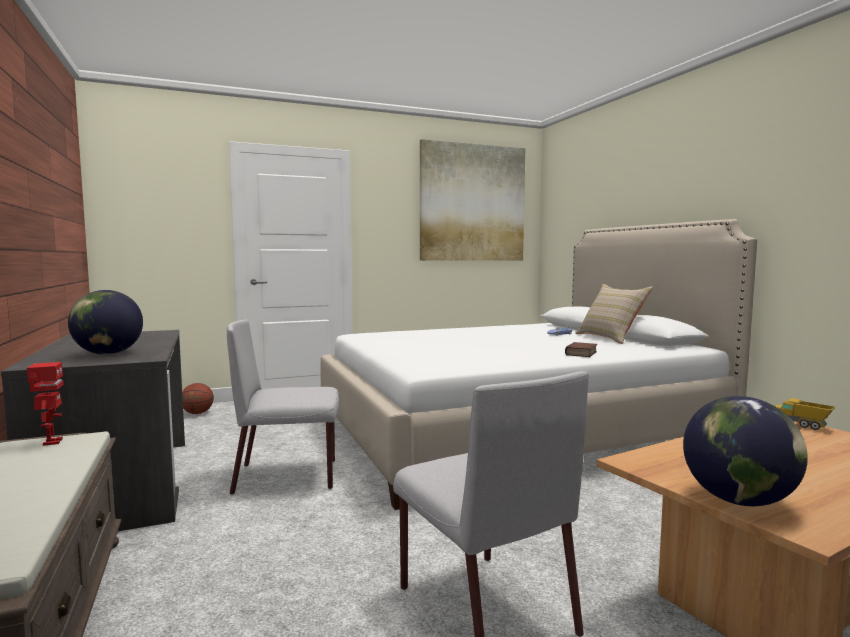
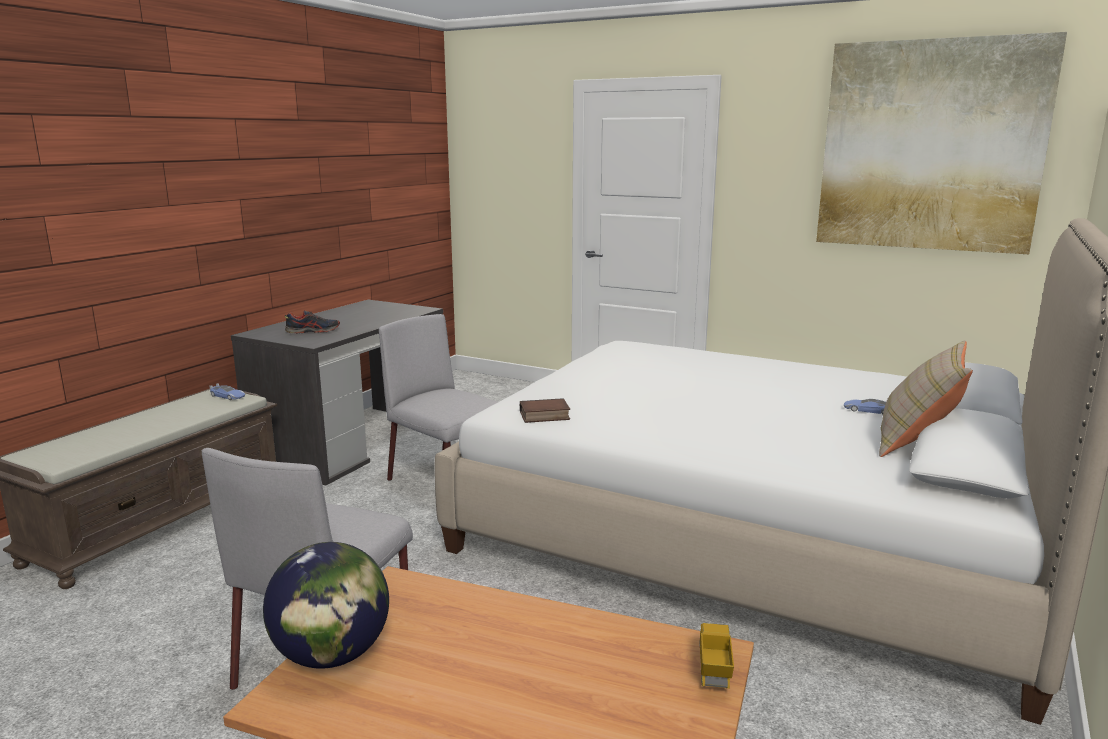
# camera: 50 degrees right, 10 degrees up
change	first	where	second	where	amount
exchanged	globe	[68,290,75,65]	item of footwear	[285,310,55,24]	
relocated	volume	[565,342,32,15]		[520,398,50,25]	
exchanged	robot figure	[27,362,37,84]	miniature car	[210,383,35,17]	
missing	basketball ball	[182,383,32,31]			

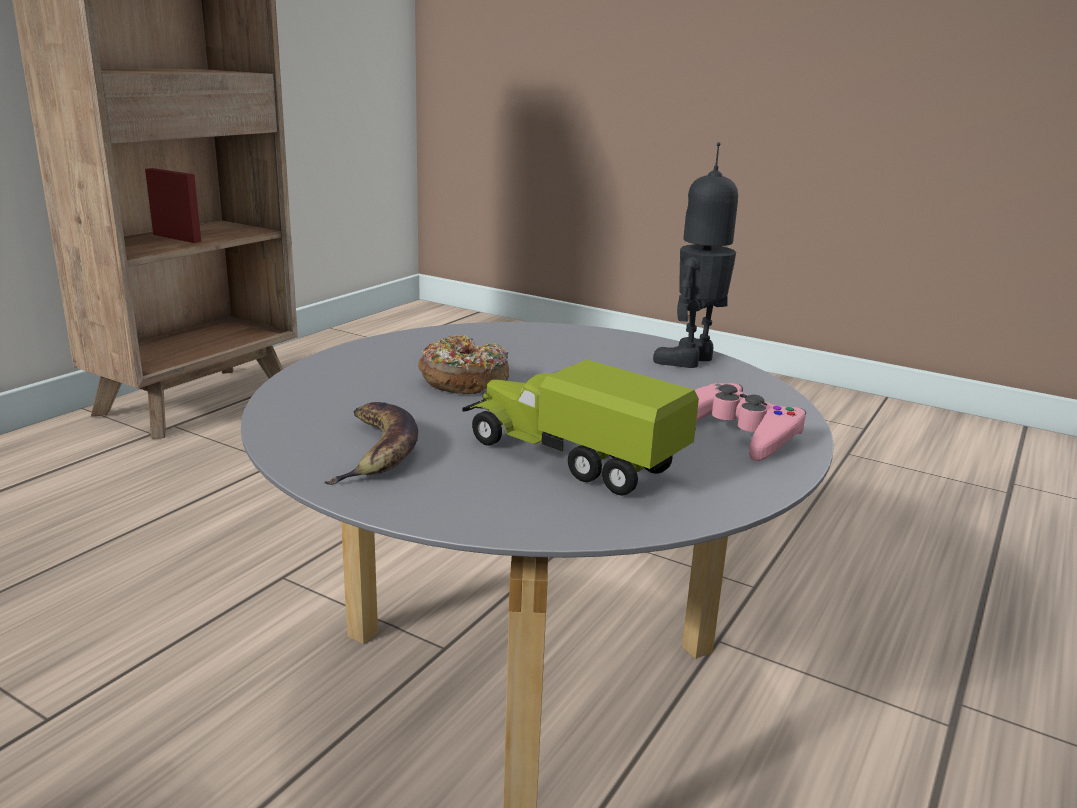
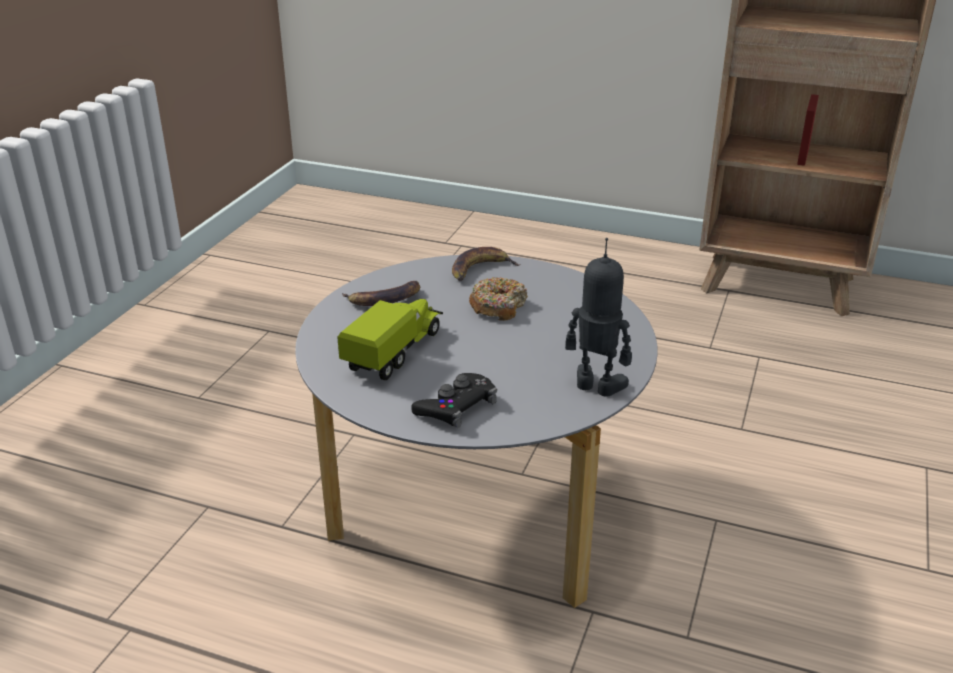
# camera: 80 degrees right, 10 degrees up
change	first	where	second	where	amount
colour	pink-coloured joypad	[695,383,111,78]	black-coloured joypad	[411,373,86,55]	
appeared			banana fruit	[452,247,69,34]	

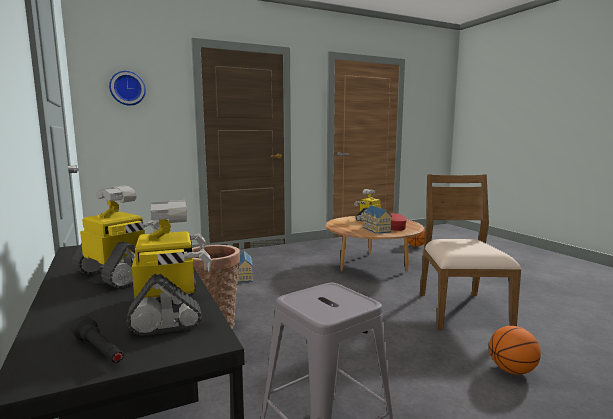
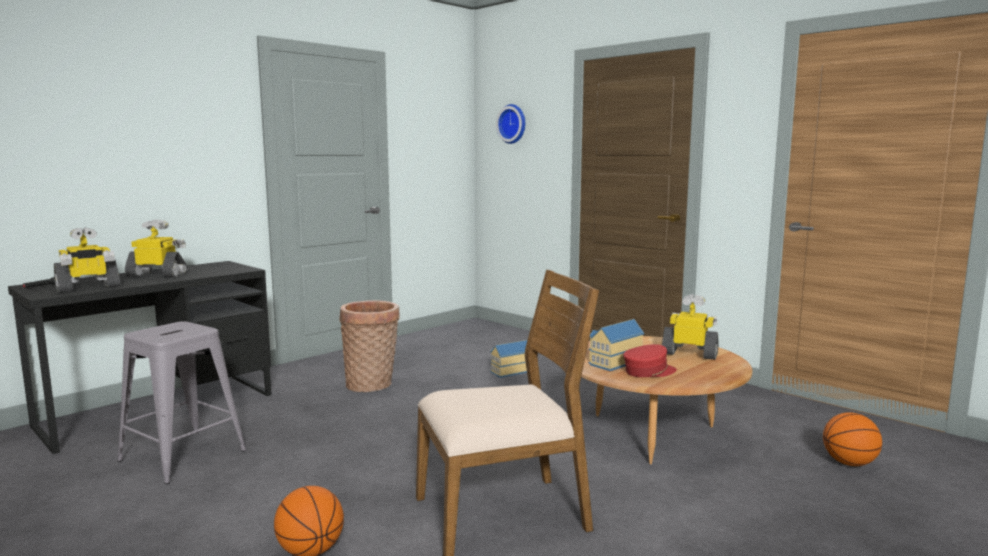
# camera: 70 degrees right, 0 degrees up
change	first	where	second	where	amount
spun	robot figure	[72,185,88,103]		[125,219,63,58]	105 degrees counterclockwise

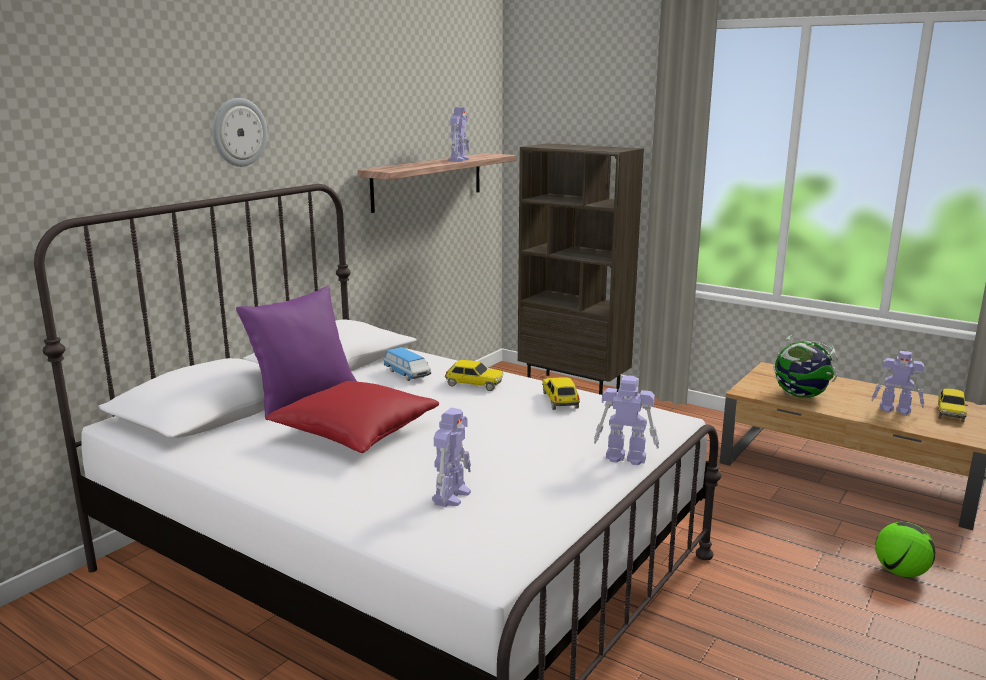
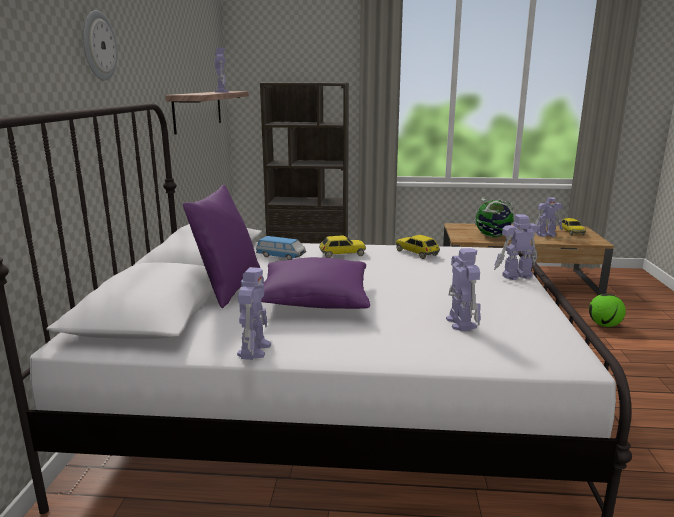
# camera: 30 degrees left, 0 degrees up
change	first	where	second	where	amount
colour	red-coloured throw pillow	[266,381,173,72]	purple-coloured throw pillow	[261,257,109,52]	
appeared			robot figure	[237,267,34,93]	

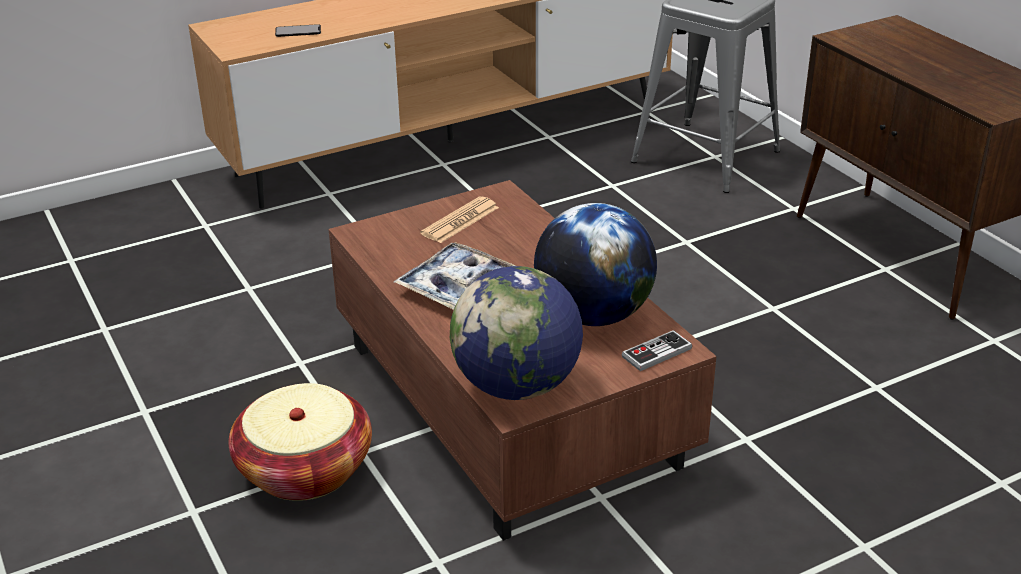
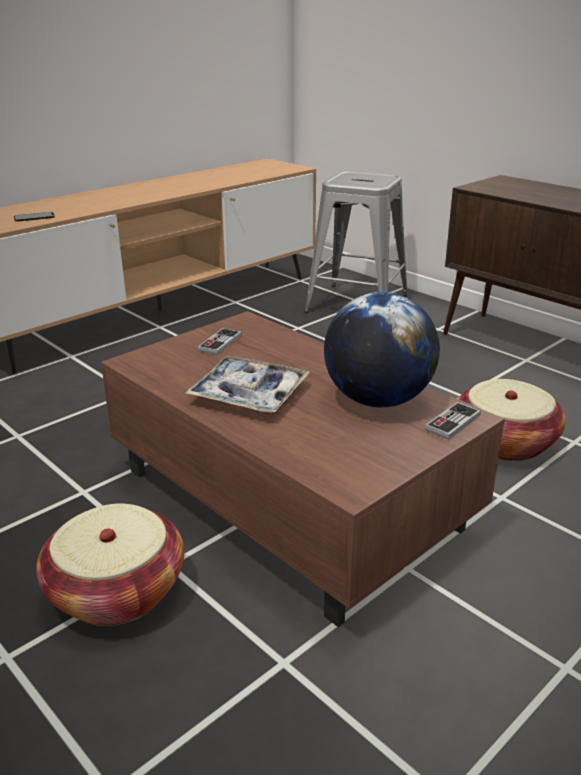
# camera: 15 degrees left, 5 degrees down
change	first	where	second	where	amount
exchanged	newspaper	[420,196,79,47]	joypad	[197,328,45,27]	
missing	globe	[450,266,133,134]			
appeared			storage basket	[458,379,108,82]	

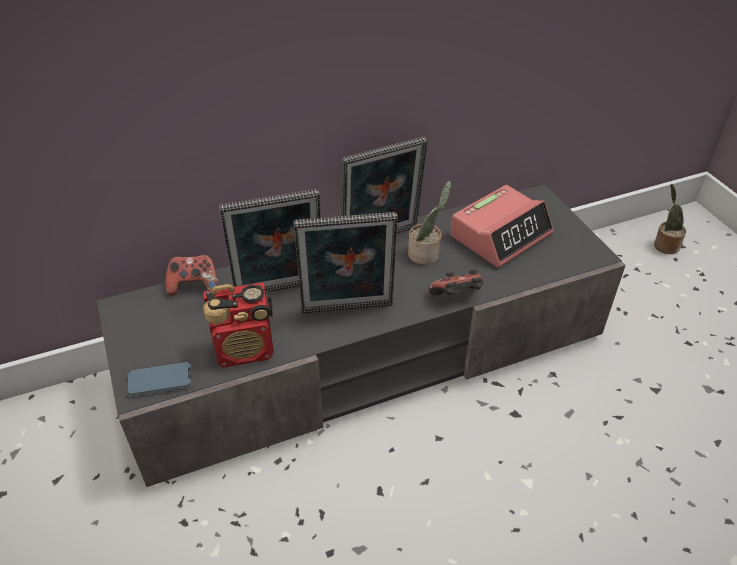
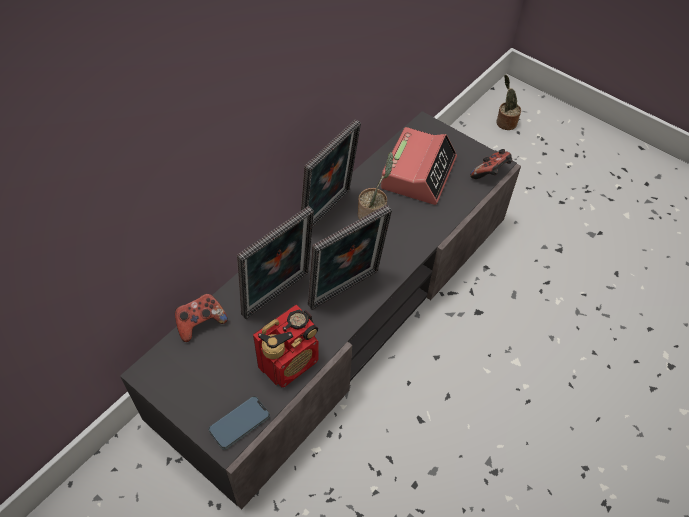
# camera: 30 degrees left, 10 degrees up
change	first	where	second	where	amount
relocated	joypad	[429,270,54,26]		[470,149,43,30]	

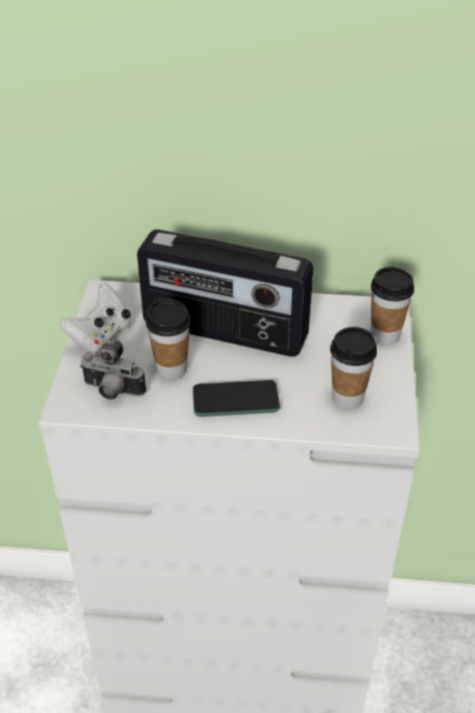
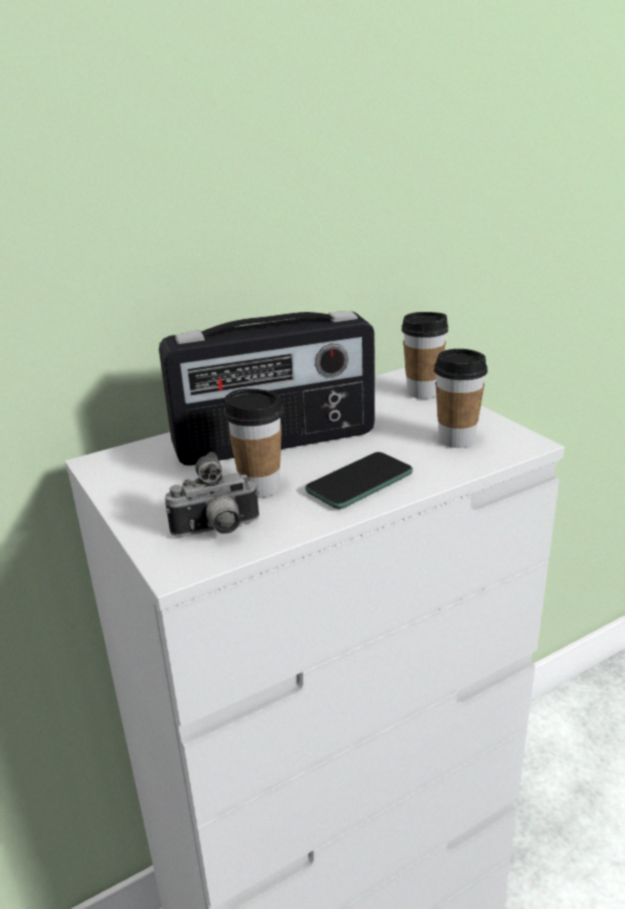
# camera: 35 degrees left, 15 degrees down
change	first	where	second	where	amount
missing	whitish joypad	[60,282,71,72]			

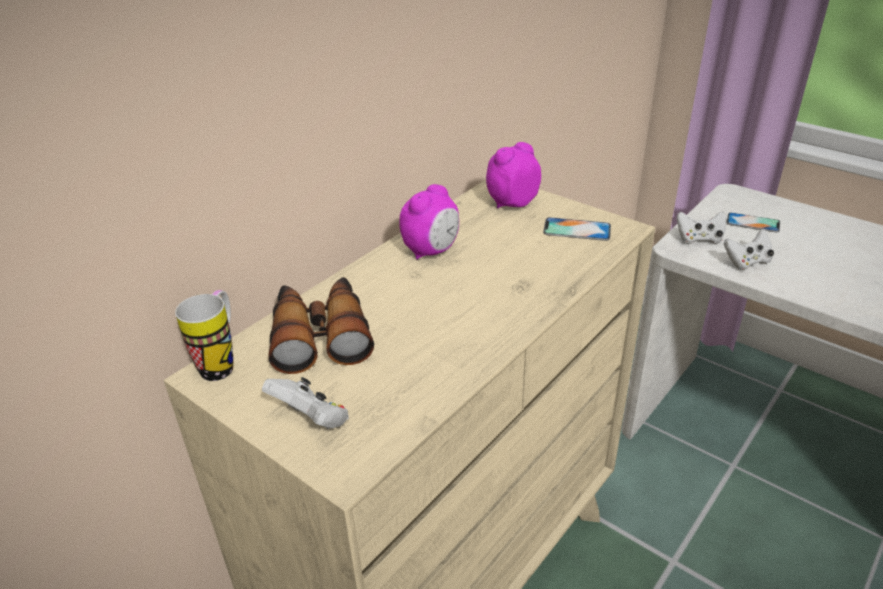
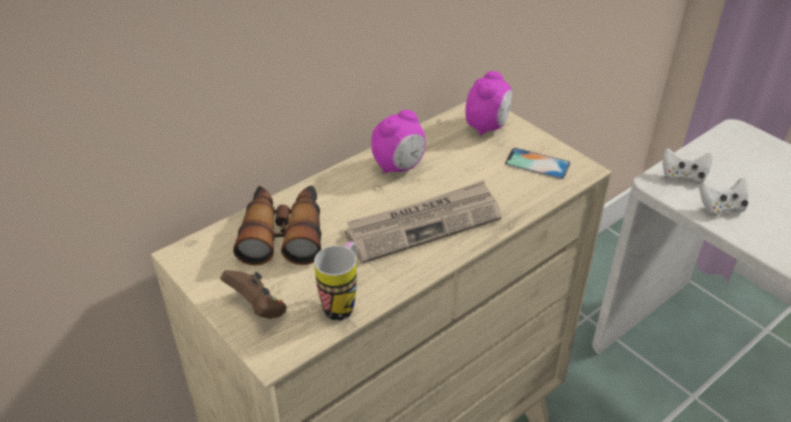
# camera: 10 degrees right, 5 degrees up
change	first	where	second	where	amount
spun	bedside clock	[486,142,55,66]		[465,71,47,65]	135 degrees clockwise
missing	phone	[726,212,54,20]			
relocated	tea mug	[175,290,58,91]		[314,242,43,79]	
colour	whitish joypad	[262,377,87,52]	brownish joypad	[220,270,67,49]	
appeared			newspaper	[344,180,157,84]	

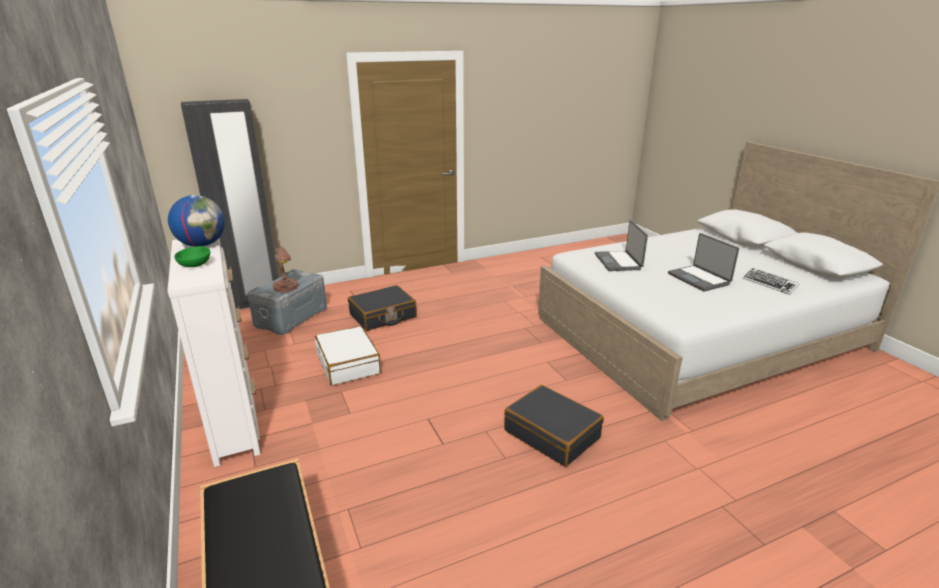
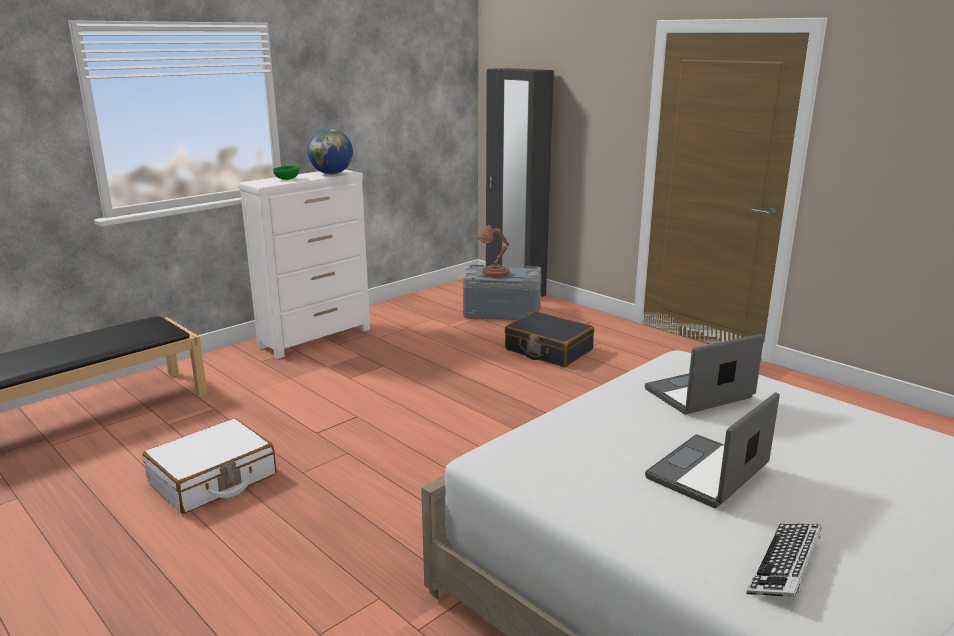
# camera: 70 degrees right, 5 degrees down
change	first	where	second	where	amount
relocated	whitish travel case	[315,326,66,59]		[142,419,135,95]	
missing	black-coloured travel case	[504,385,100,82]			

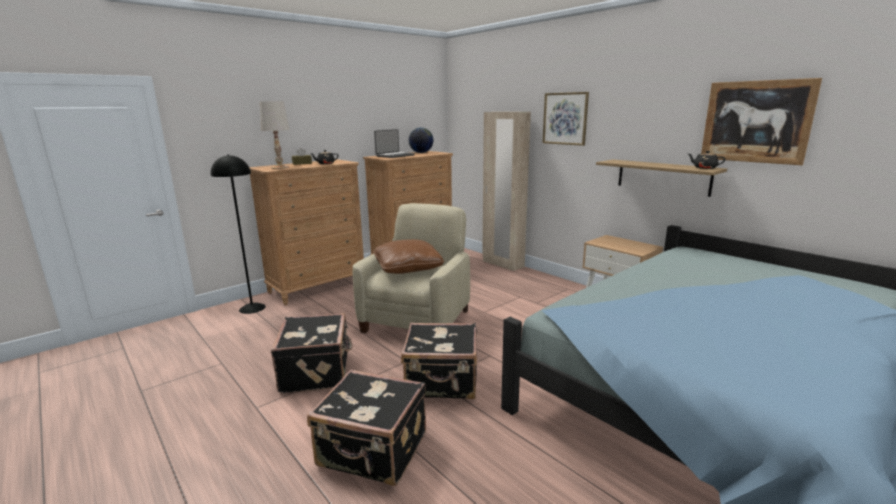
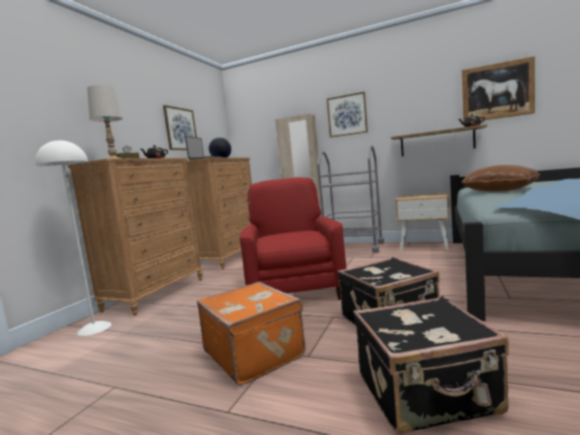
# camera: 25 degrees left, 10 degrees down
change	first	where	second	where	amount
colour	black-coloured standing lamp	[211,154,55,160]	whitish standing lamp	[35,139,77,197]	
colour	sand-coloured easy chair	[353,203,117,130]	red-coloured easy chair	[240,177,106,123]	
relocated	brownish throw pillow	[373,239,71,35]		[461,165,79,27]	
colour	black-coloured travel case	[271,313,82,80]	orange travel case	[197,282,109,104]	
appeared			wall picture	[163,105,34,45]	
appeared			gray wheeled cart	[317,145,67,108]	

